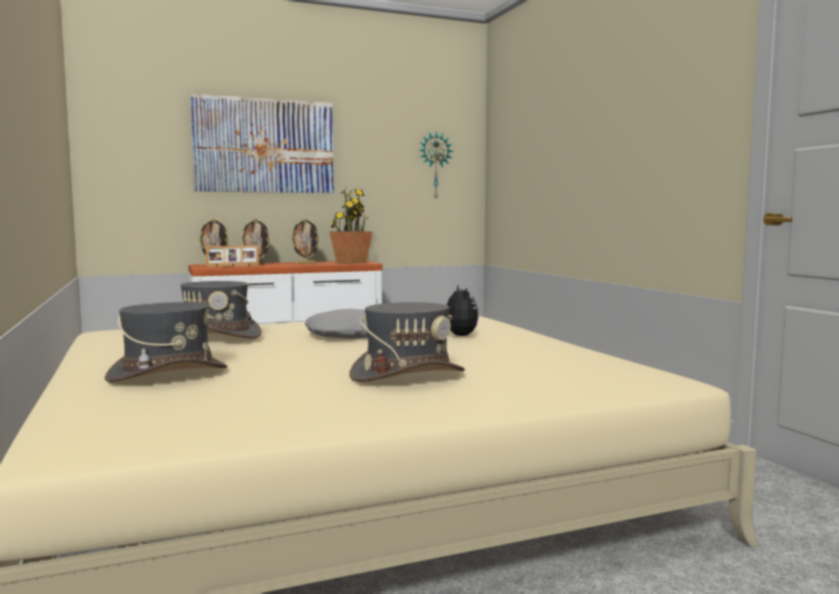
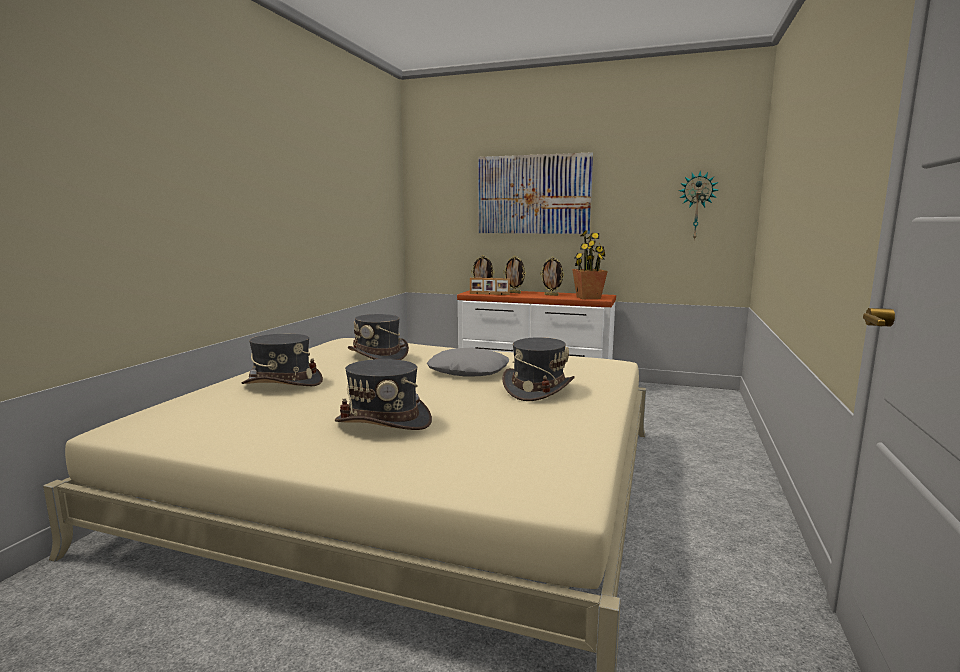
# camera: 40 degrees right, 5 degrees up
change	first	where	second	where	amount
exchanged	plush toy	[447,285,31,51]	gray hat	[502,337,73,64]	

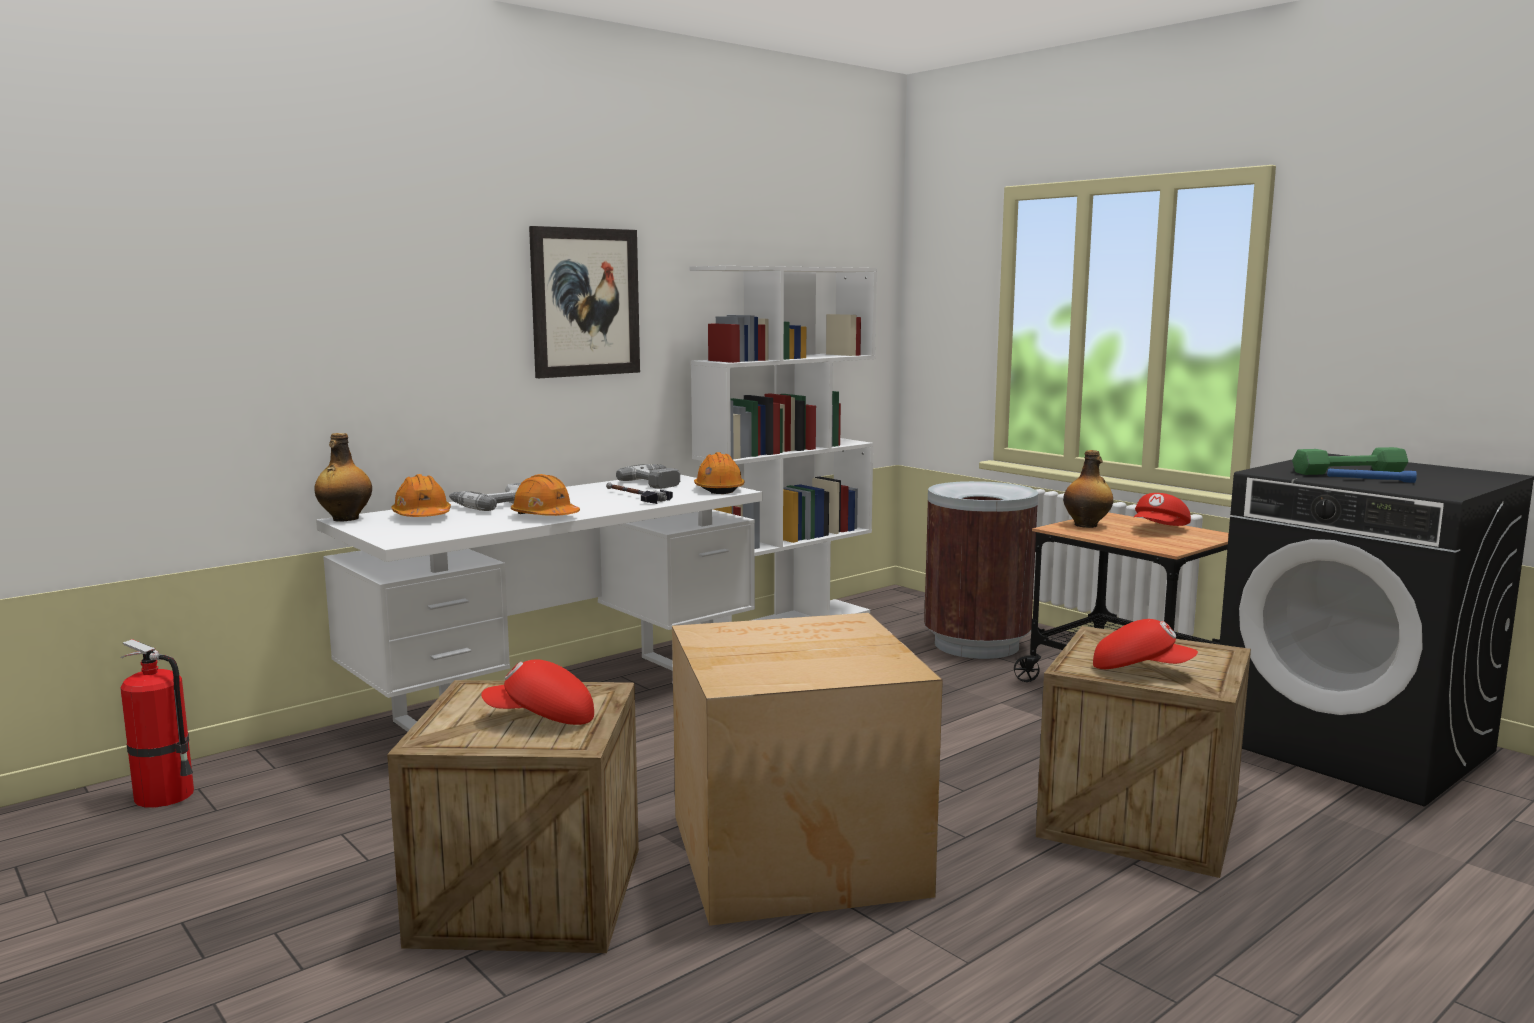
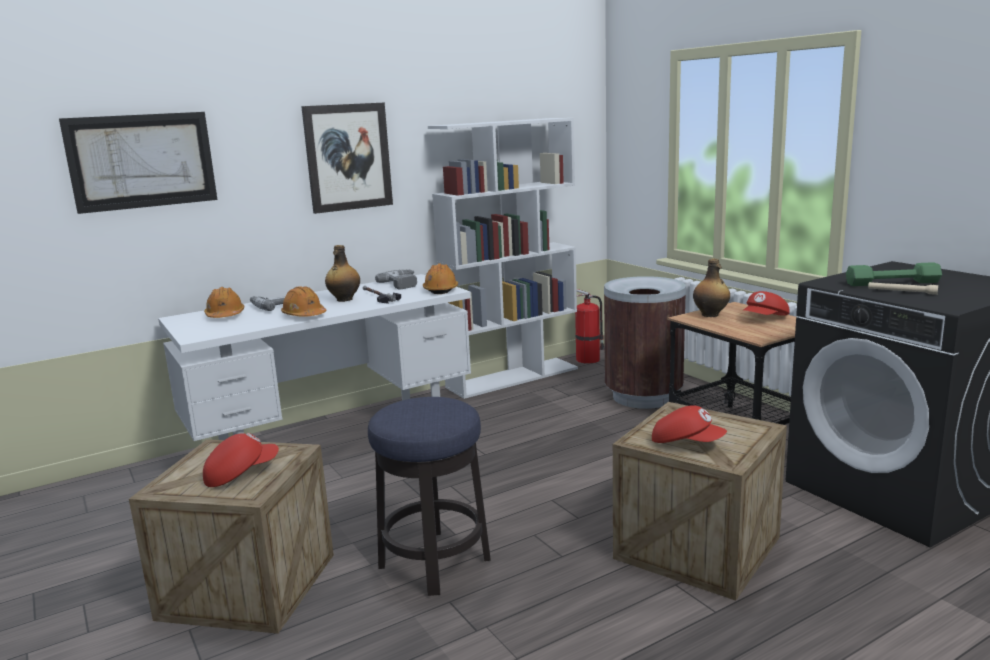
# camera: 10 degrees right, 5 degrees up
change	first	where	second	where	amount
relocated	beverage bottle	[314,433,58,89]		[325,245,35,57]	
colour	blue torch	[1327,468,90,15]	sand-coloured torch	[868,282,70,13]	
exchanged	cardboard box	[672,613,271,313]	sitting stool	[368,397,123,199]	
relocated	fire-fighting cylinder	[120,639,74,168]		[575,289,30,74]	
spun	red-coloured peaked cap	[481,659,113,66]		[203,433,76,54]	135 degrees clockwise
appeared			wall picture	[59,112,158,102]	

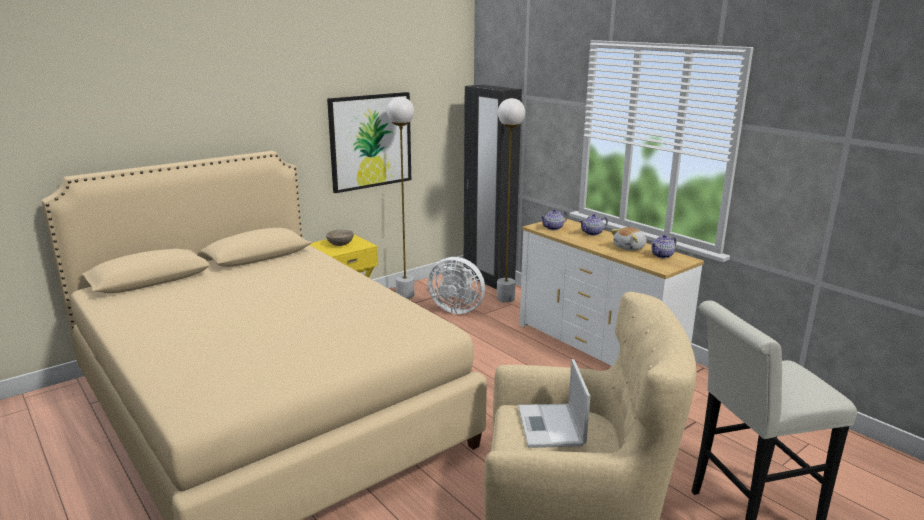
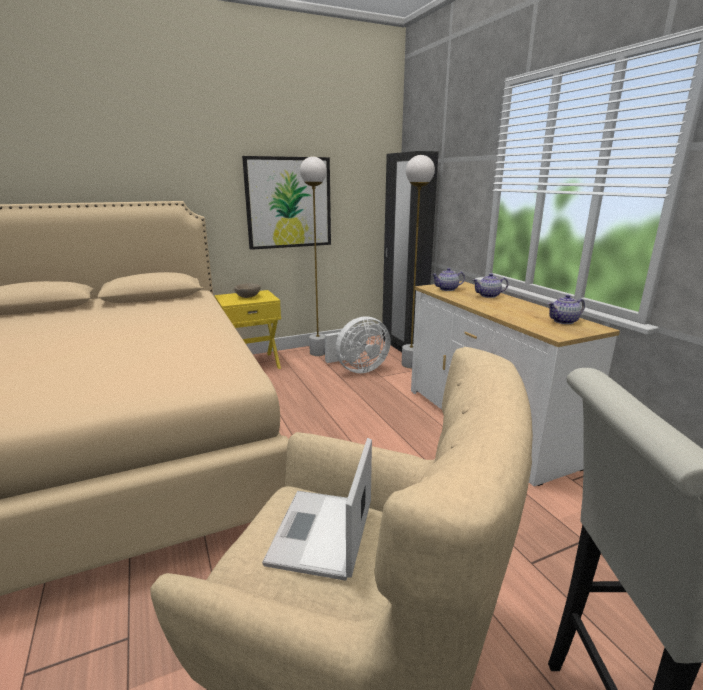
# camera: 15 degrees right, 0 degrees up
change	first	where	second	where	amount
missing	plush toy	[611,227,36,24]			
spun	whitish electric fan	[428,257,57,57]		[325,316,66,57]	60 degrees counterclockwise

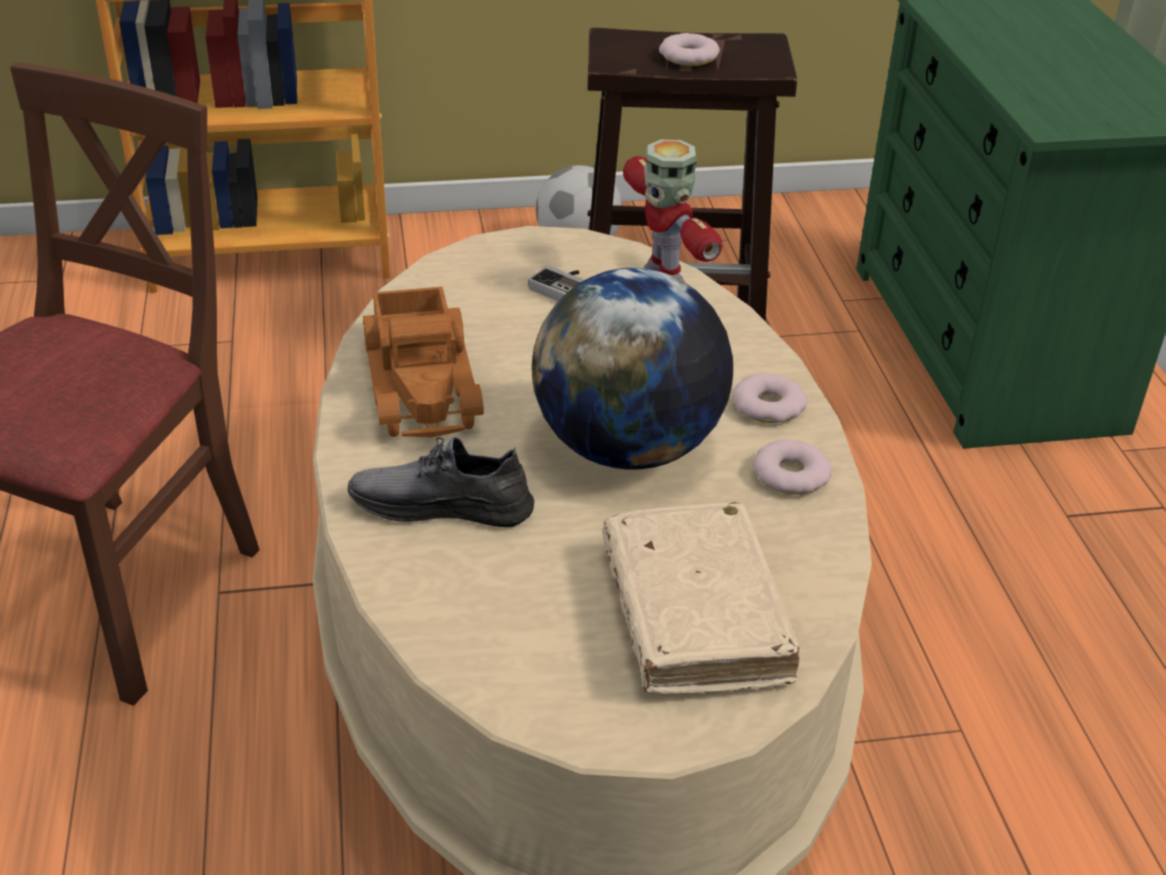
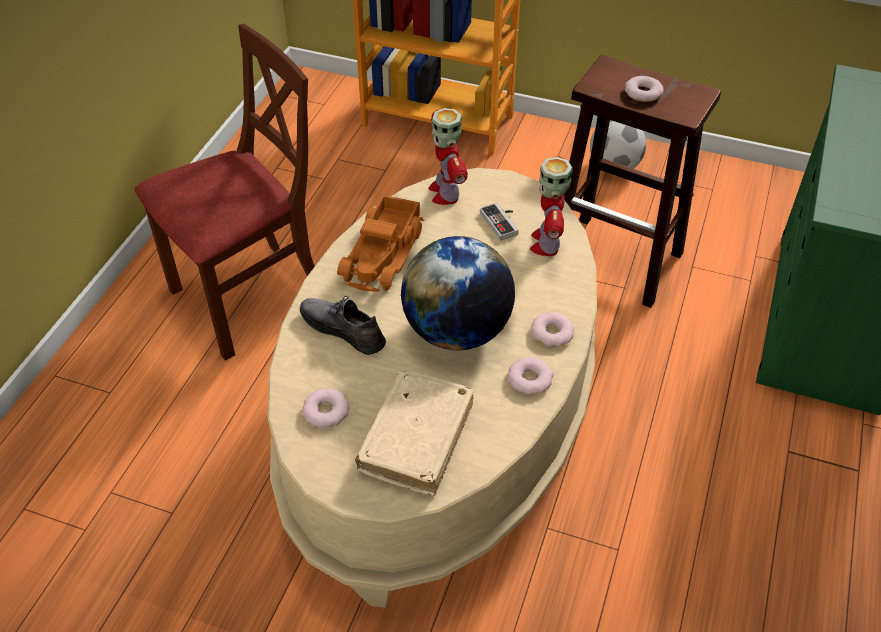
# camera: 30 degrees right, 10 degrees up
change	first	where	second	where	amount
appeared			robot figure	[428,108,40,97]	
appeared			donut	[302,389,47,39]	

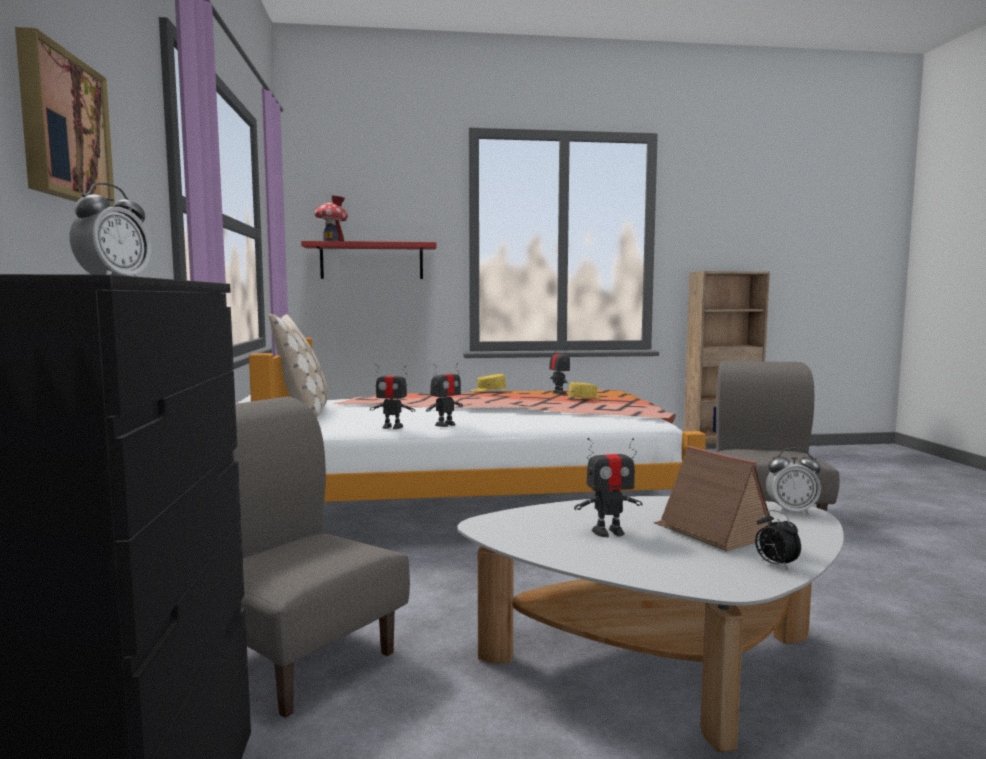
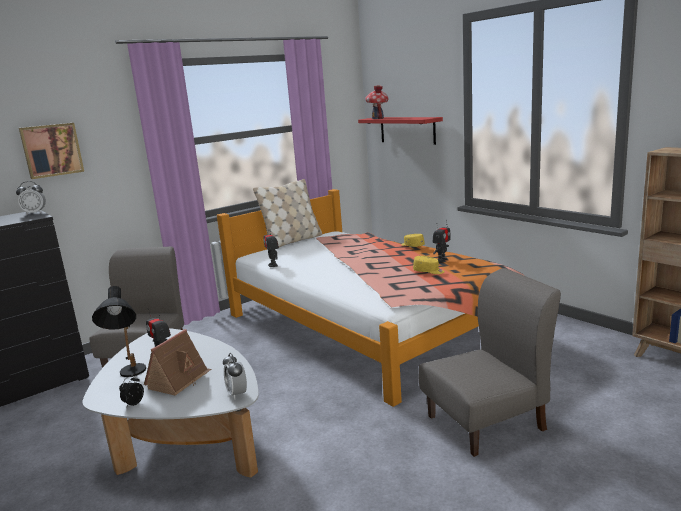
# camera: 60 degrees right, 10 degrees up
change	first	where	second	where	amount
missing	robot figure	[426,363,37,64]			
appeared			black-coloured tabletop lamp	[92,286,54,91]	

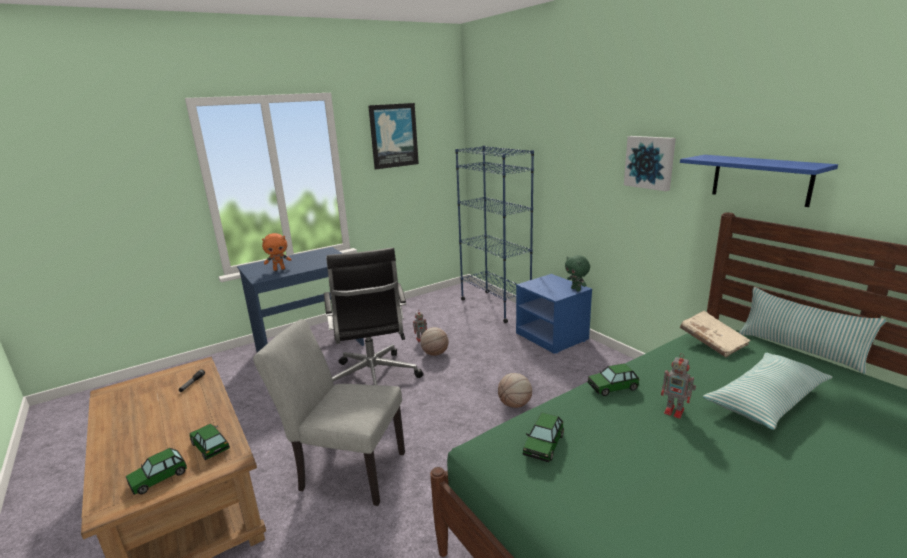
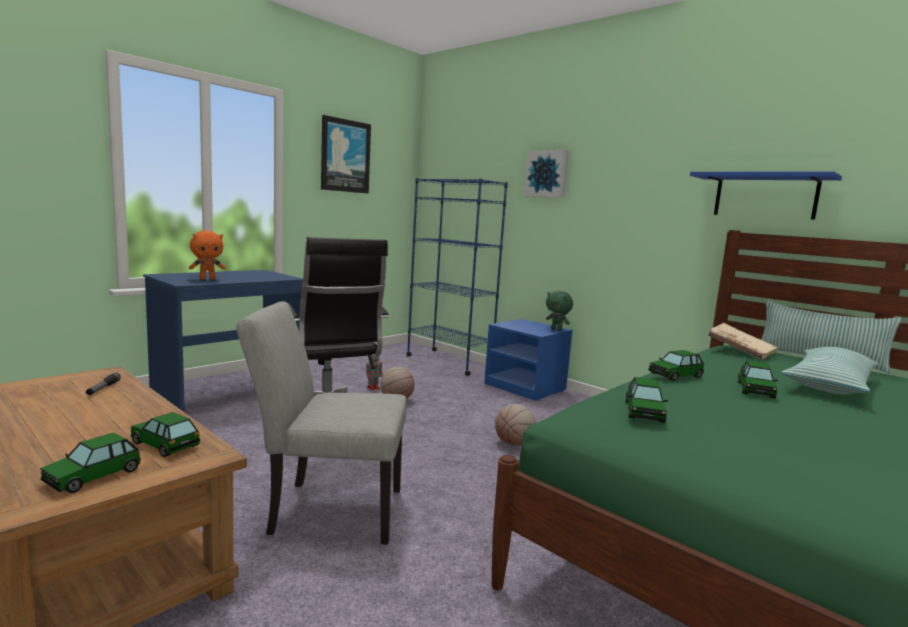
# camera: 15 degrees left, 10 degrees down
change	first	where	second	where	amount
relocated	wall picture	[624,136,52,55]		[524,150,45,48]	
exchanged	robot figure	[661,353,35,65]	miniature car	[738,361,40,37]	

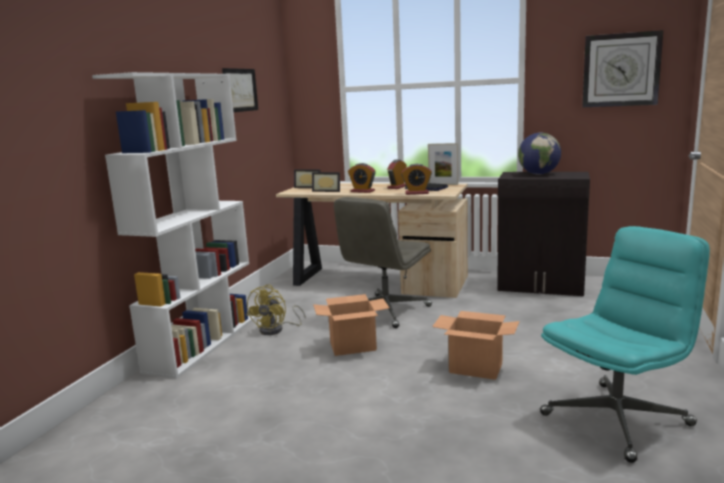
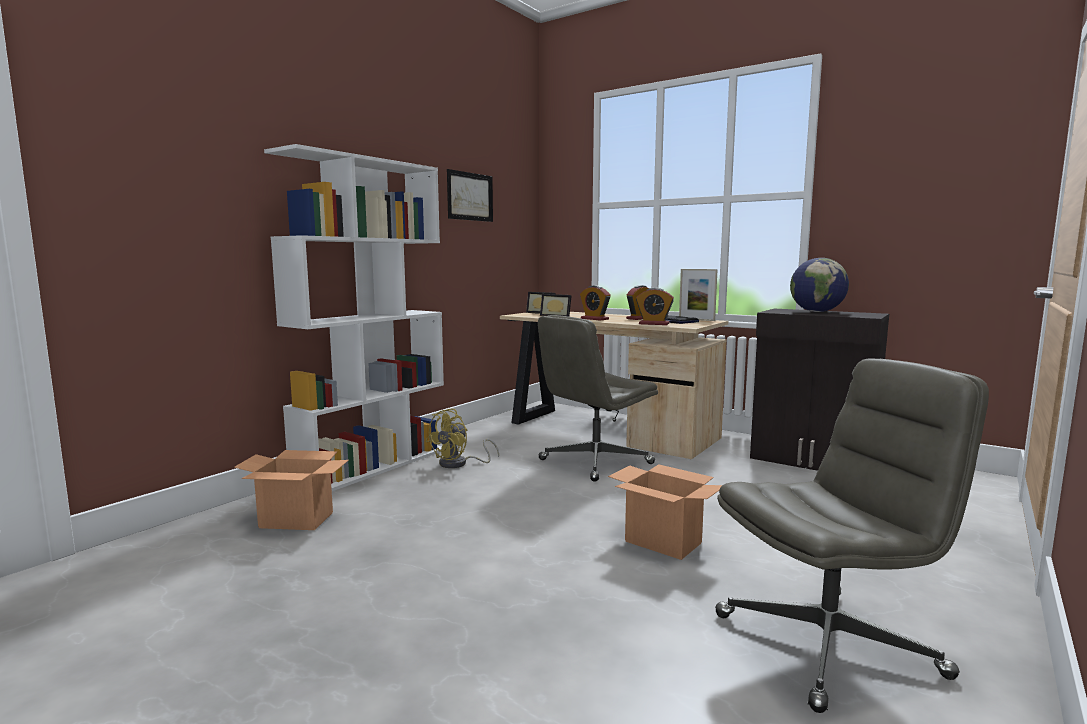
# camera: 15 degrees right, 5 degrees down
change	first	where	second	where	amount
missing	hanging clock	[582,30,81,77]			
colour	blue-green computer chair	[540,226,170,237]	gray computer chair	[715,359,274,354]	
relocated	cardboard box	[313,294,76,62]		[234,450,115,80]	

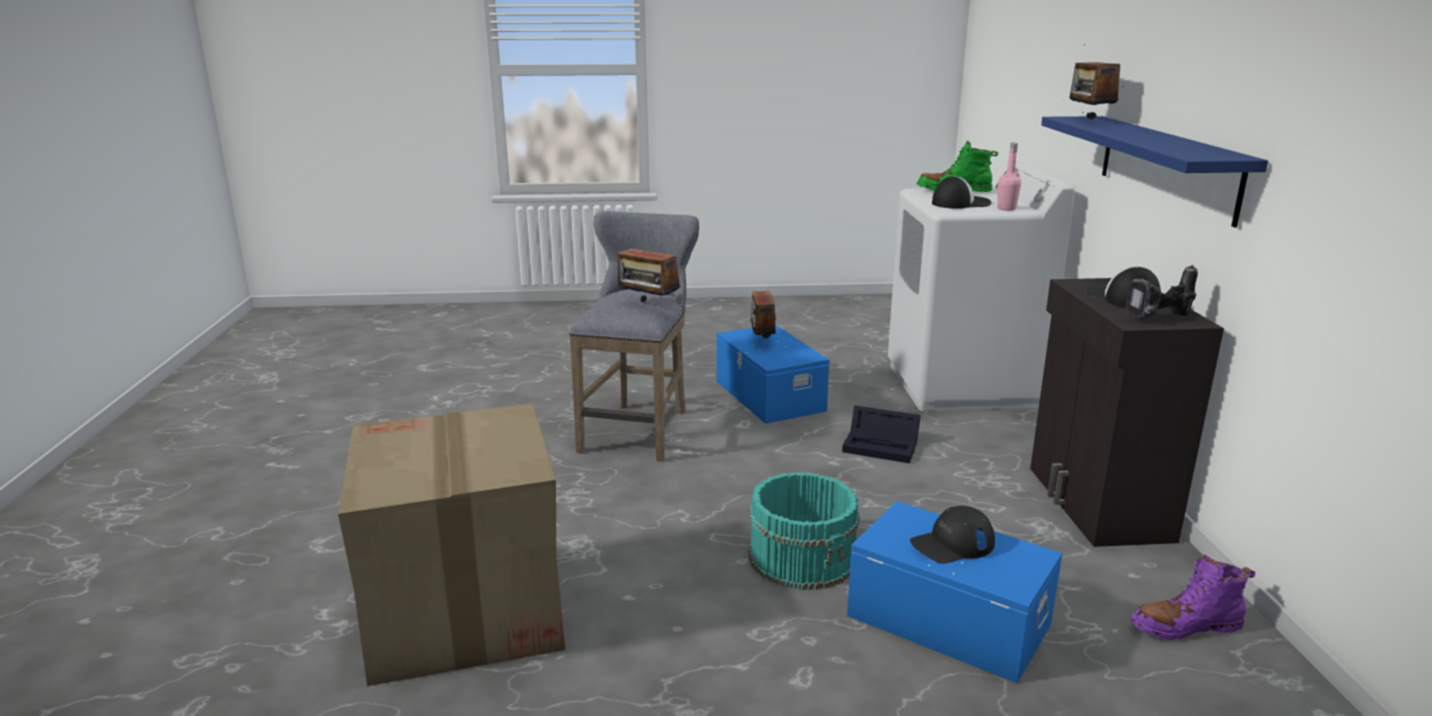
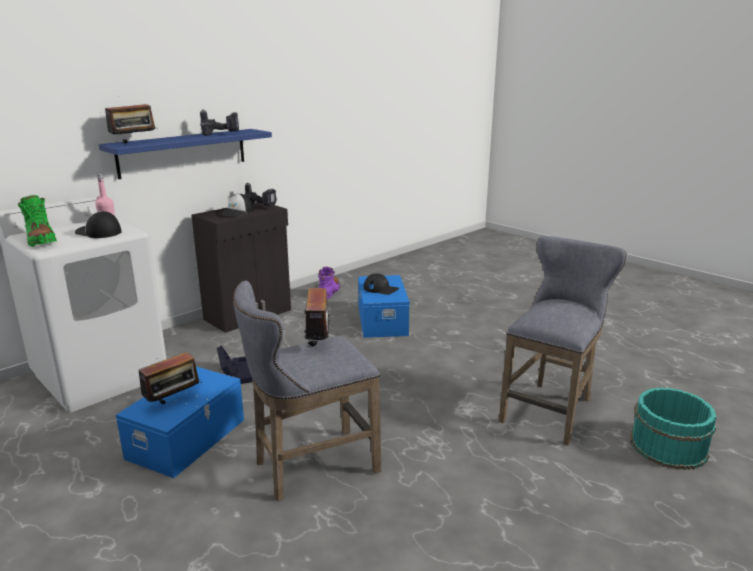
# camera: 130 degrees left, 0 degrees up
change	first	where	second	where	amount
exchanged	cardboard box	[338,403,228,283]	gray sitting stool	[499,236,127,210]	
relocated	blue-green pail	[748,472,112,118]		[630,387,86,83]	
spun	purple-coloured high-top boot	[1131,555,125,85]		[318,267,22,32]	120 degrees counterclockwise
appeared			power drill	[200,109,39,27]	

